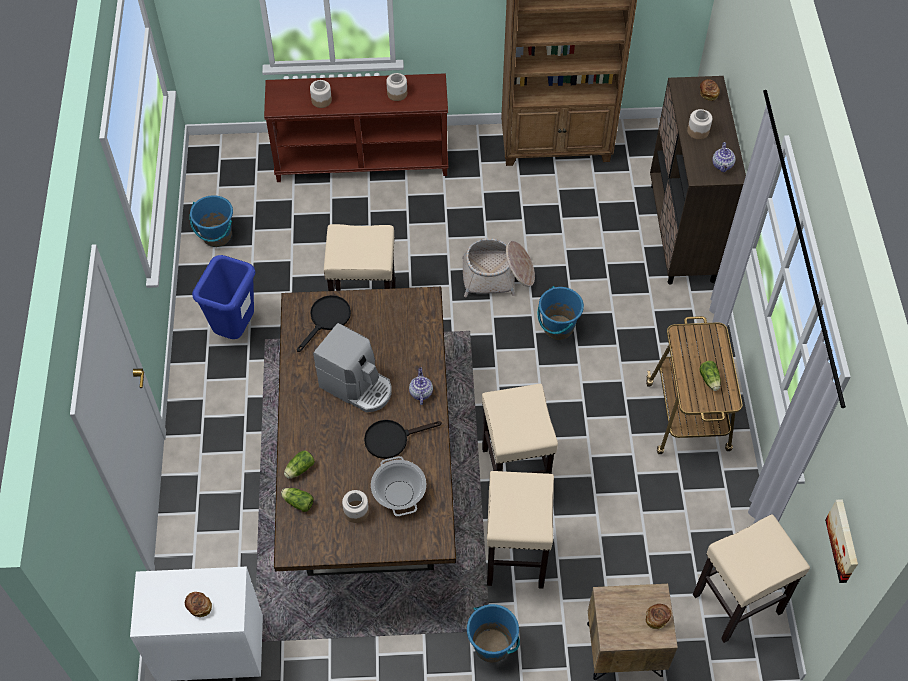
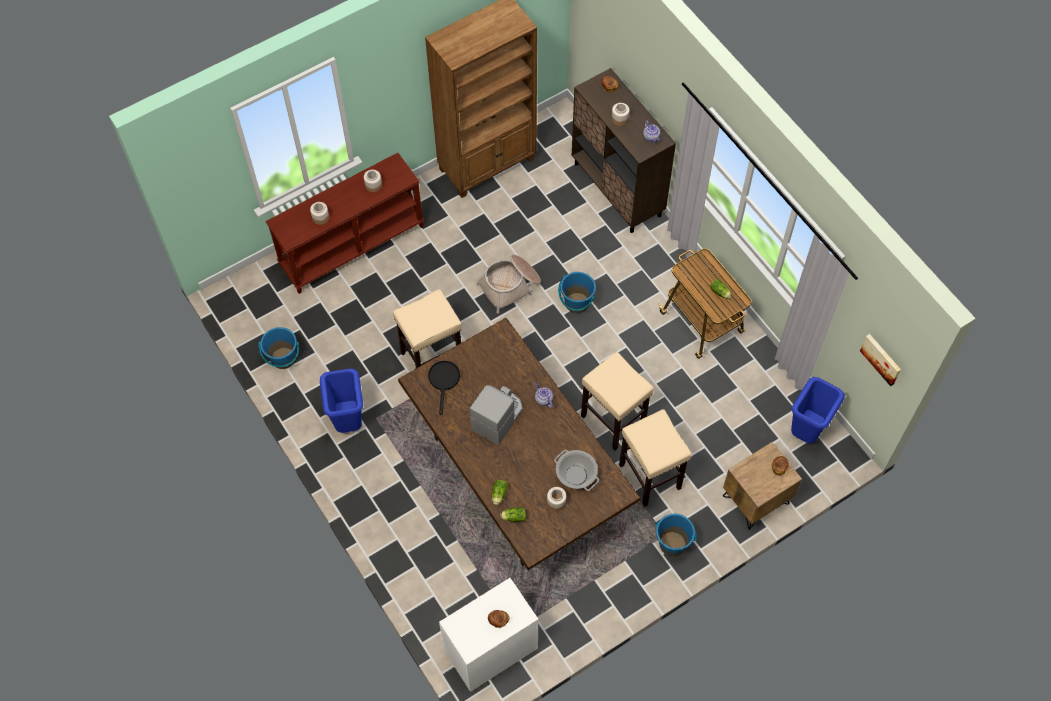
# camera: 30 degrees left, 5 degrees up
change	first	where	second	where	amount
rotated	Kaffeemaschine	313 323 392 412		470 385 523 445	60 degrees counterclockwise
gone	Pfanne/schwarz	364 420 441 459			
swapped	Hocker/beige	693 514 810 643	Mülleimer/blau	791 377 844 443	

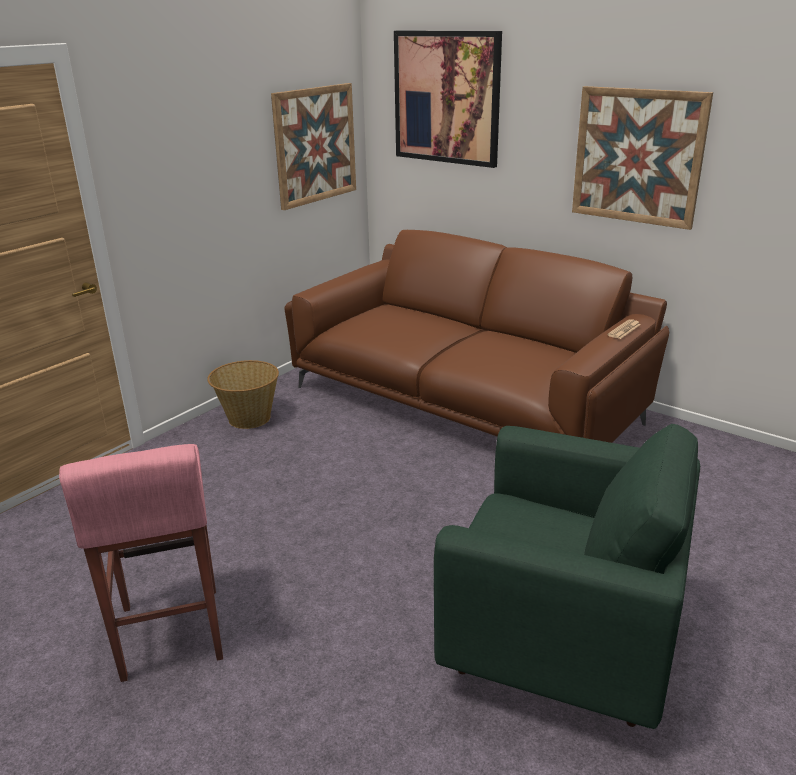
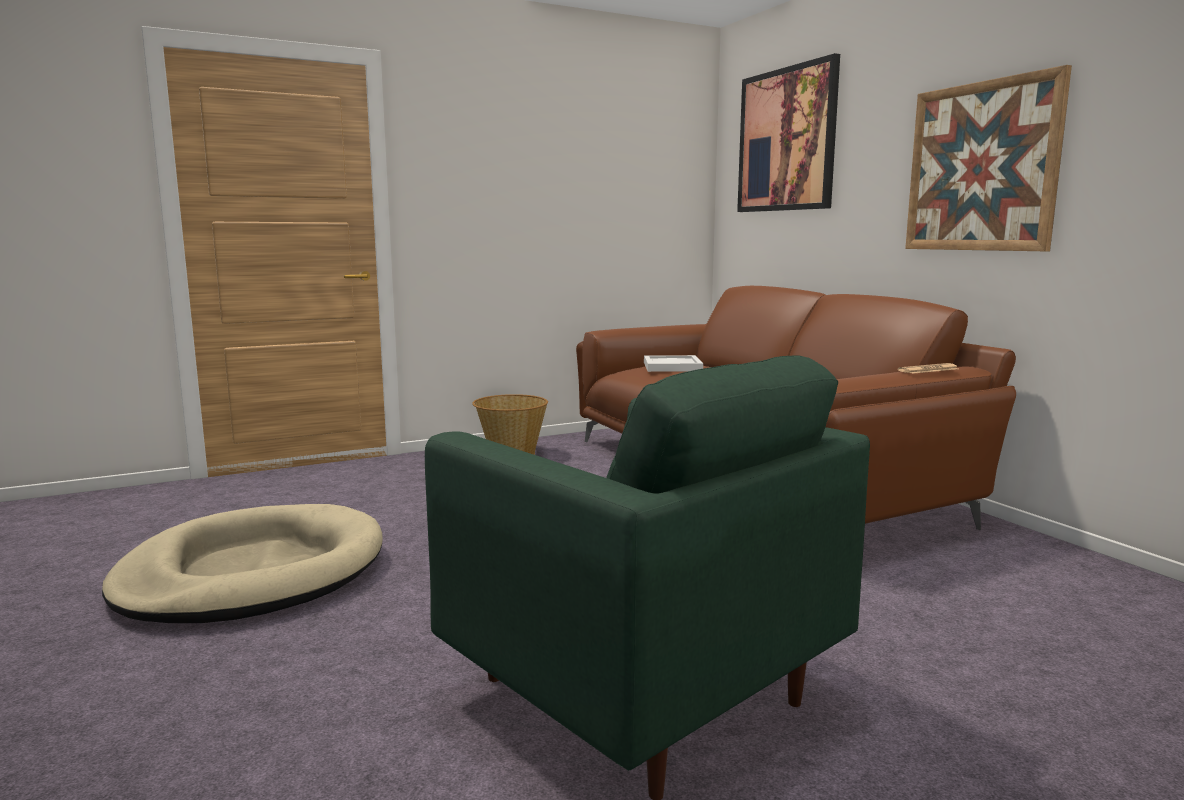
# camera: 25 degrees right, 15 degrees down
change	first	where	second	where	amount
swapped	Hocker/rosa	59 444 223 682	Hundebett/beige	102 504 383 623	
gone	Bild	271 83 356 210			
new			Tablett/weiß	644 355 703 372	

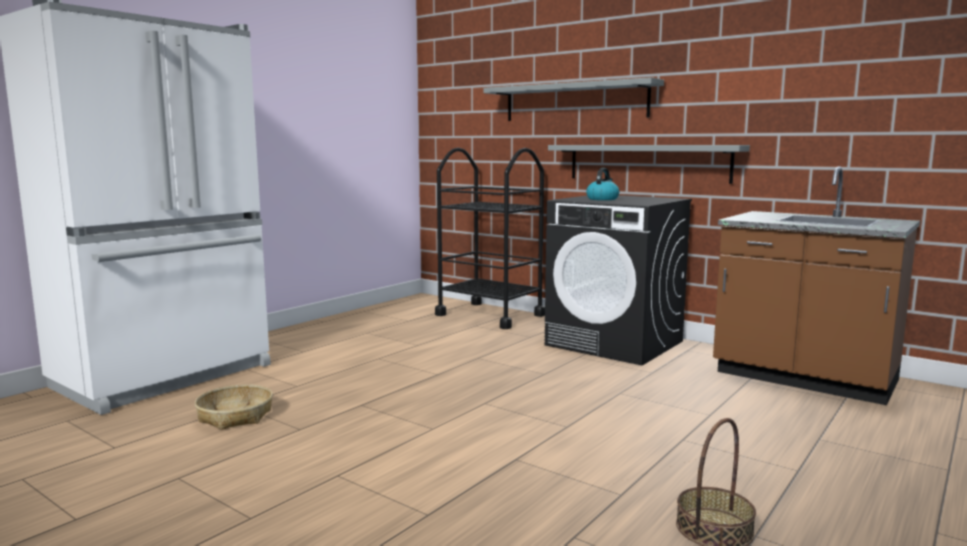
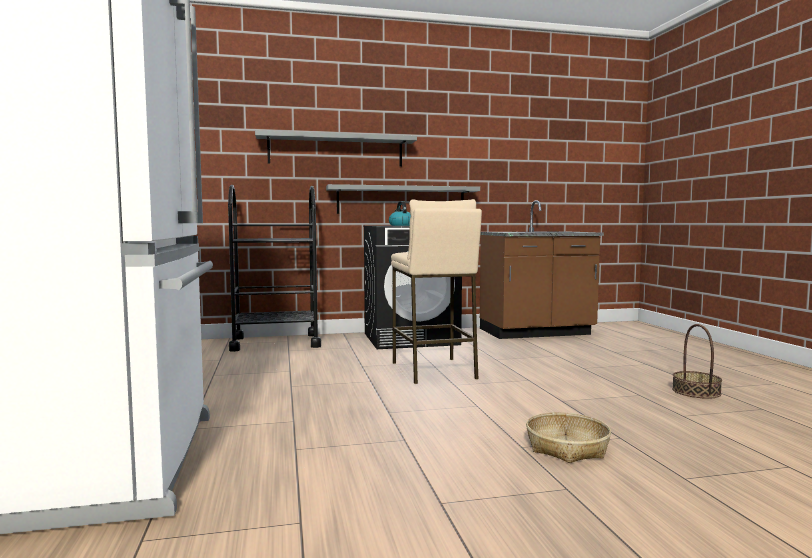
# camera: 50 degrees left, 5 degrees down
change	first	where	second	where	amount
shifted	Korb	195 384 273 430		526 412 611 463	
new			Hocker/beige	391 199 482 384	

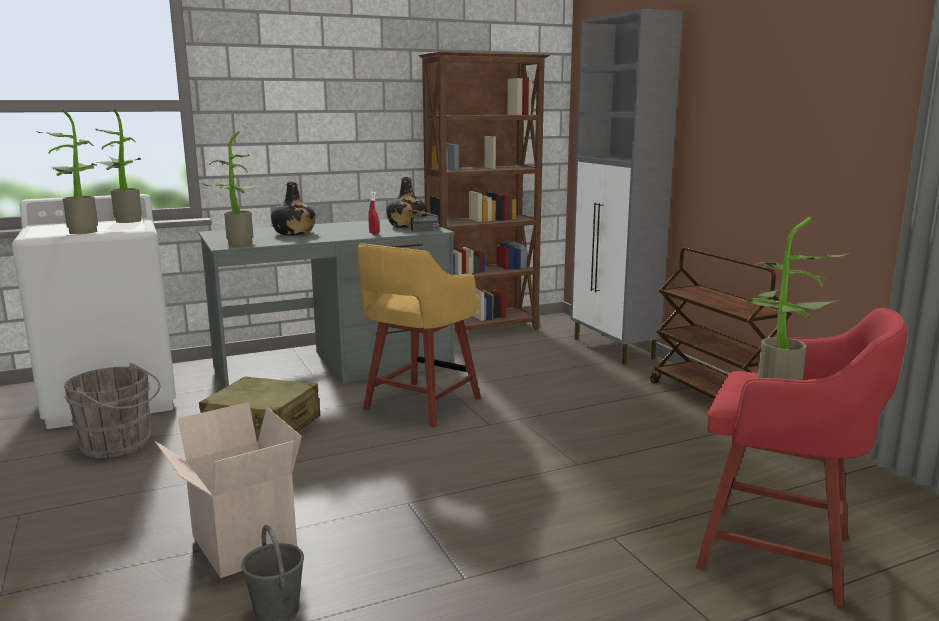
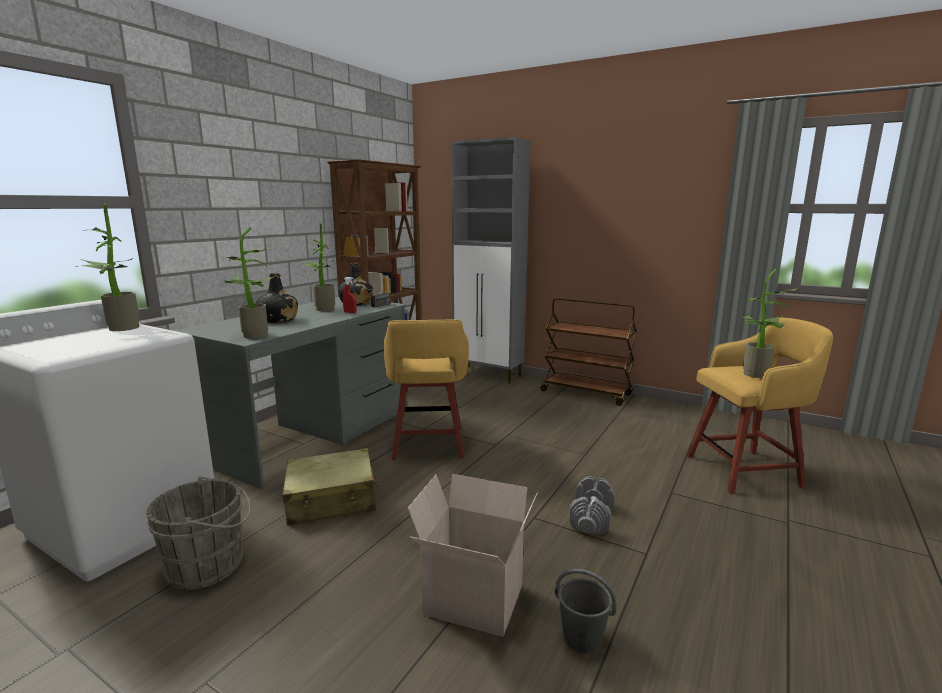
# camera: 35 degrees left, 0 degrees up
change	first	where	second	where	amount
shifted	Topfpflanze	37 108 98 234		303 223 335 311	
repainted	Hocker/rot	696 308 907 607	Hocker/gelb	687 318 833 494	
new			Hantel/grau	569 476 615 535	

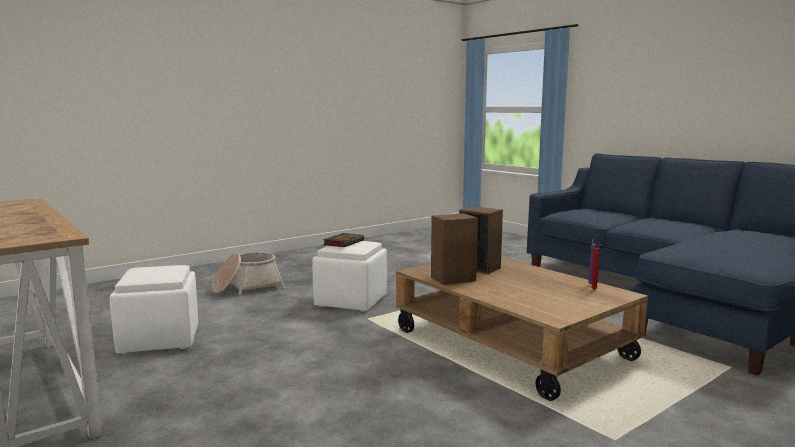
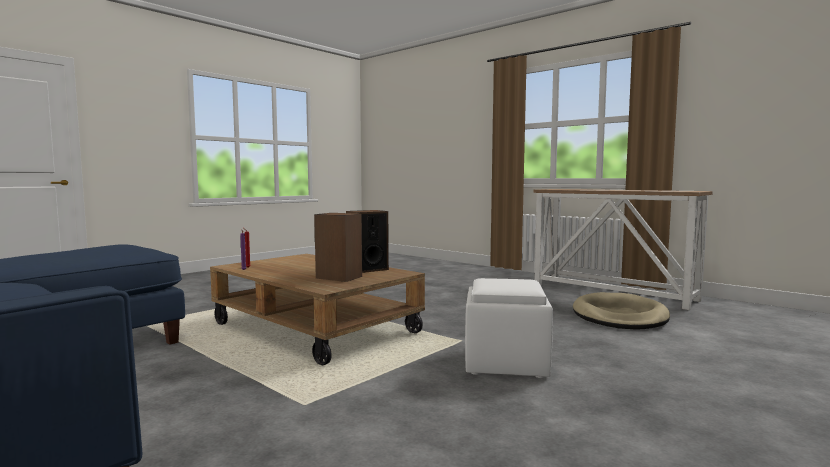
# camera: 170 degrees right, 5 degrees down
change	first	where	second	where	amount
swapped	Polsterhocker/weiß	110 265 198 354	Hundebett/beige	573 292 670 330	
gone	Korb	212 252 285 295			
gone	Buch	323 233 364 247			

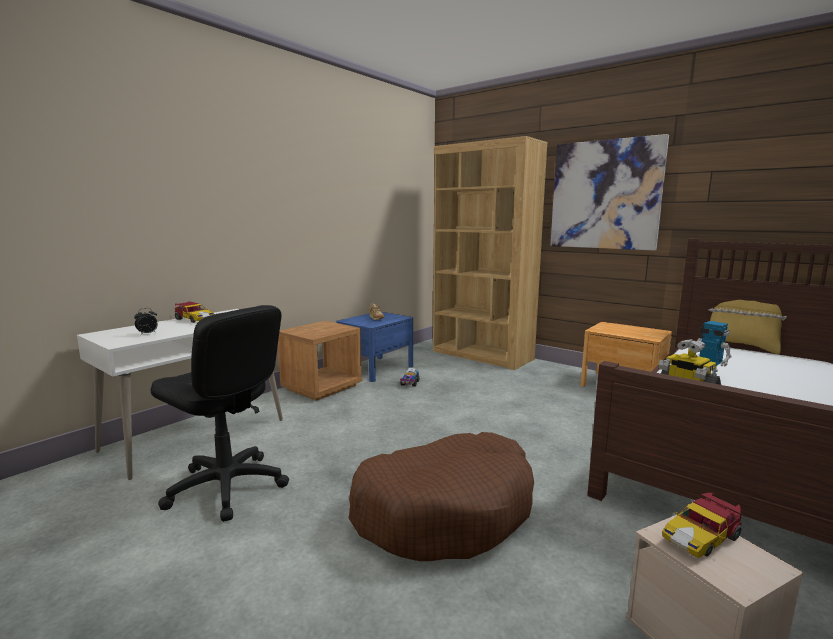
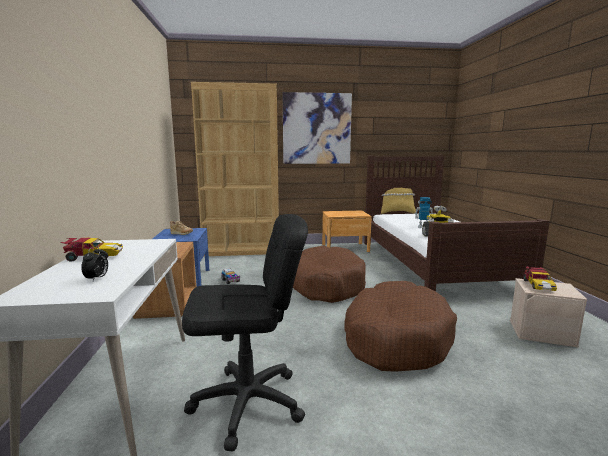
# camera: 45 degrees left, 0 degrees up
change	first	where	second	where	amount
new			Hundebett/braun	293 246 366 303	

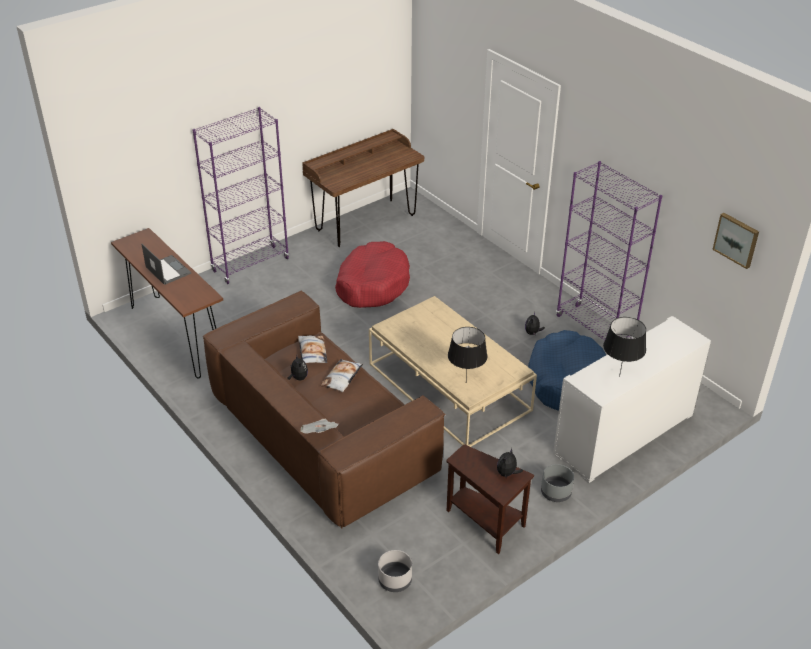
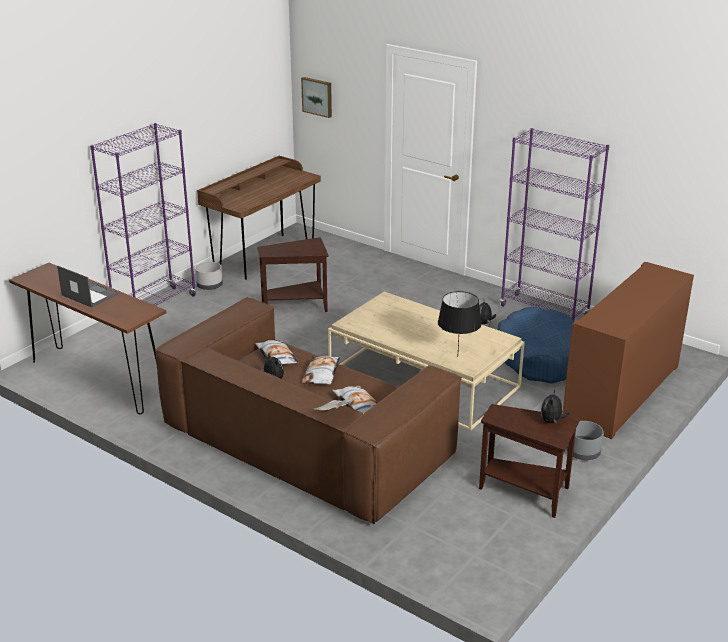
# camera: 15 degrees left, 10 degrees down
change	first	where	second	where	amount
swapped	Hundebett/rot	335 241 410 308	Beistelltisch/braun	257 237 329 312	
shifted	Pflanzkübel/grau	378 550 412 592		195 262 223 290	
repainted	Schrank/weiß	553 316 711 483	Schrank/braun	562 262 694 439	
gone	Tischlampe/schwarz	603 317 646 377			
shifted	Bild	712 213 759 269		301 77 332 118	
new			Kissen	333 386 378 413	

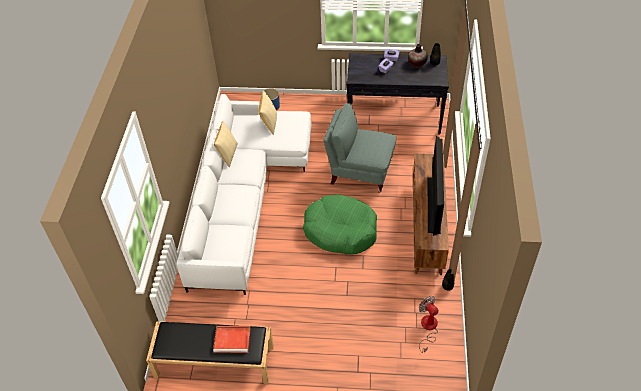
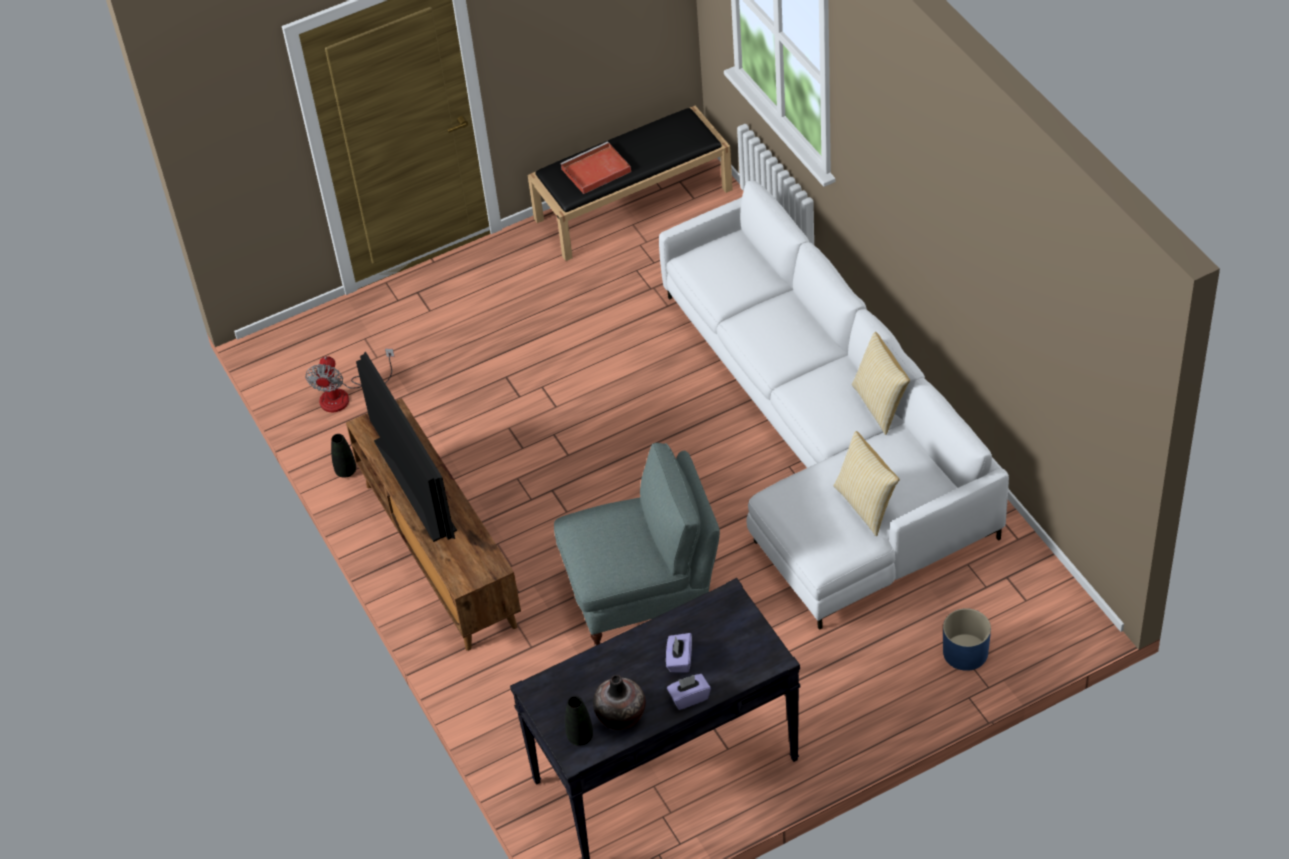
# camera: 150 degrees right, 0 degrees up
change	first	where	second	where	amount
gone	Hundebett/grün	303 194 377 254			
rotated	Ventilator	419 296 439 353		305 349 395 412	75 degrees clockwise

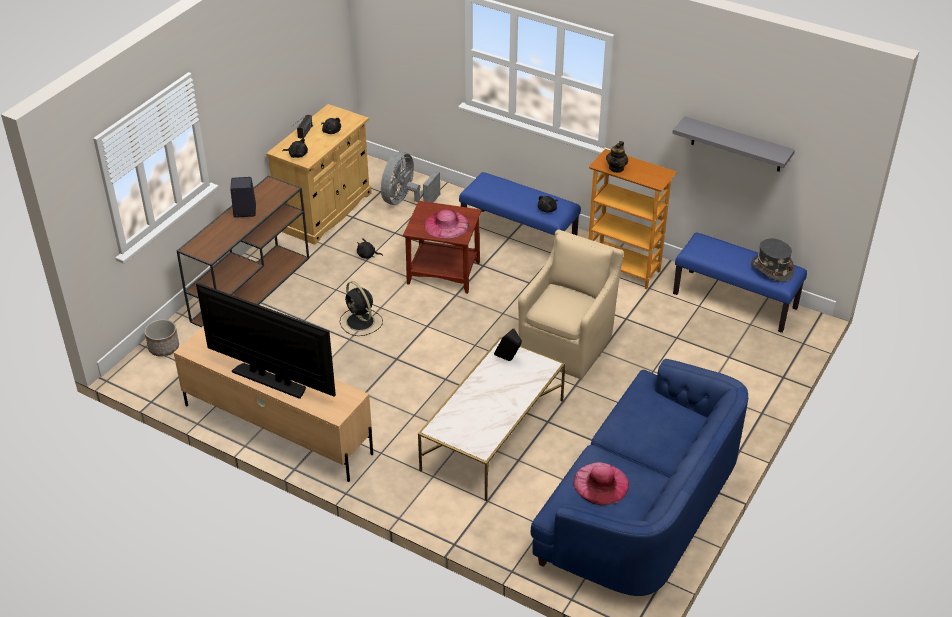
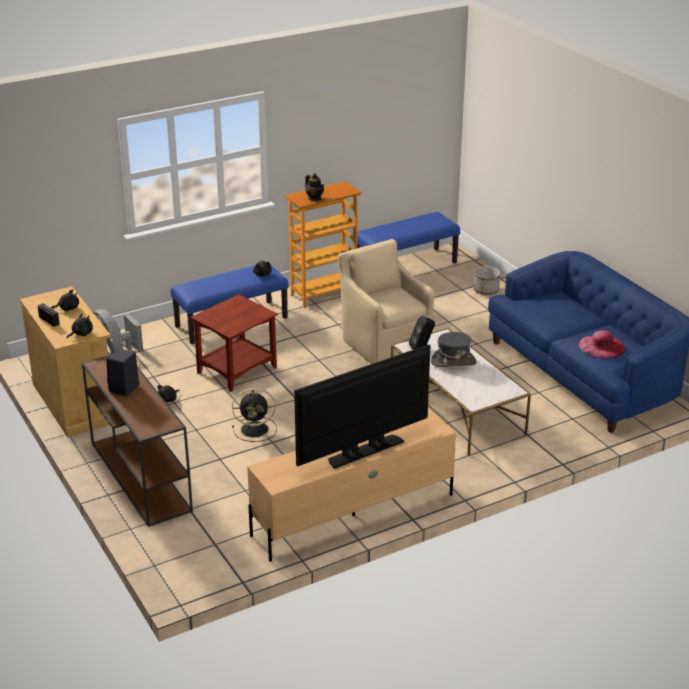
# camera: 60 degrees left, 10 degrees down
change	first	where	second	where	amount
shifted	Pflanzkübel	145 319 179 357		474 266 500 295	
gone	Hut/rosa	424 209 469 239			
gone	Wandregal/grau	672 116 795 171			
shifted	Hut/grau	751 238 794 282		431 332 477 367	

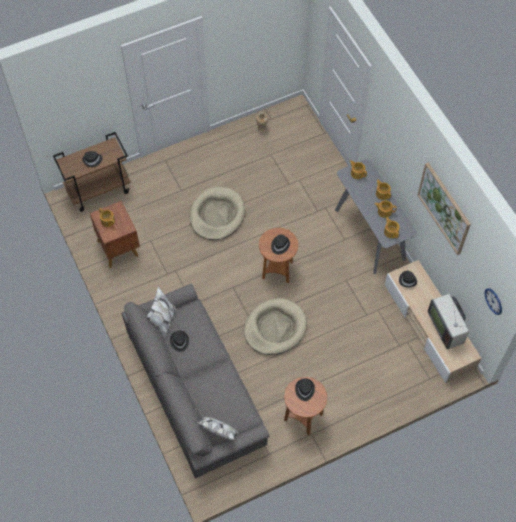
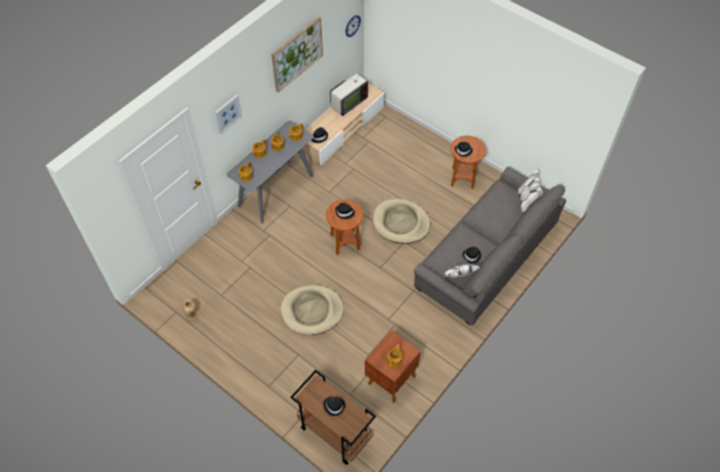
# camera: 115 degrees left, 5 degrees down
change	first	where	second	where	amount
new			Bild	215 95 242 134	

